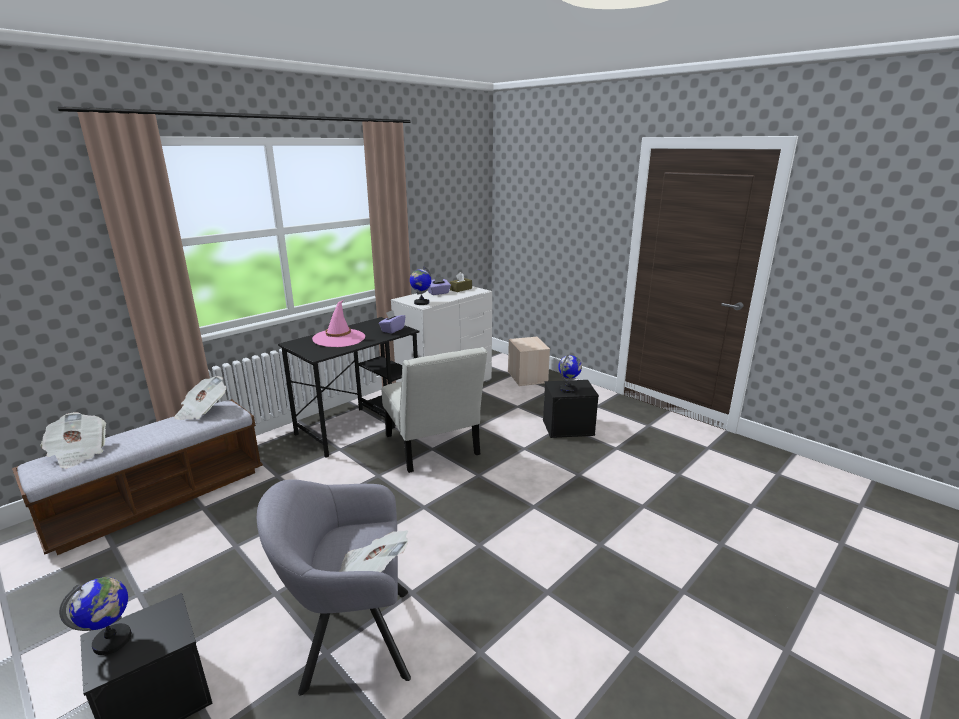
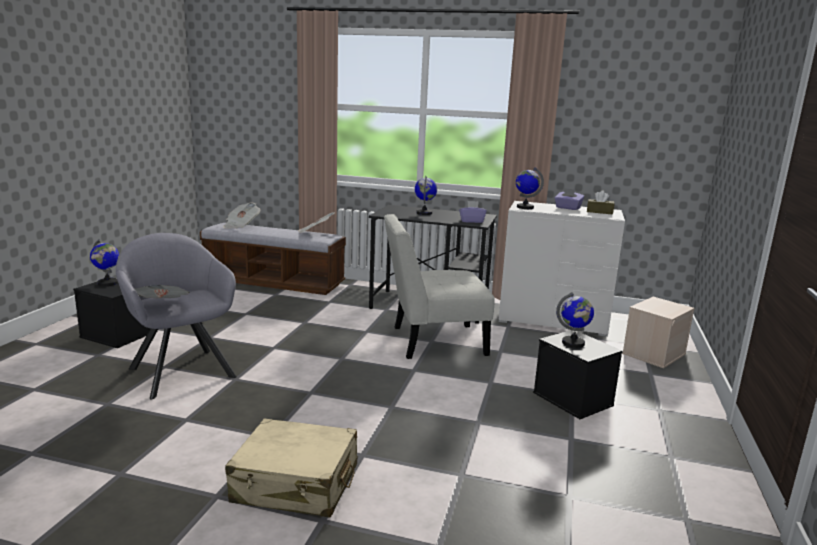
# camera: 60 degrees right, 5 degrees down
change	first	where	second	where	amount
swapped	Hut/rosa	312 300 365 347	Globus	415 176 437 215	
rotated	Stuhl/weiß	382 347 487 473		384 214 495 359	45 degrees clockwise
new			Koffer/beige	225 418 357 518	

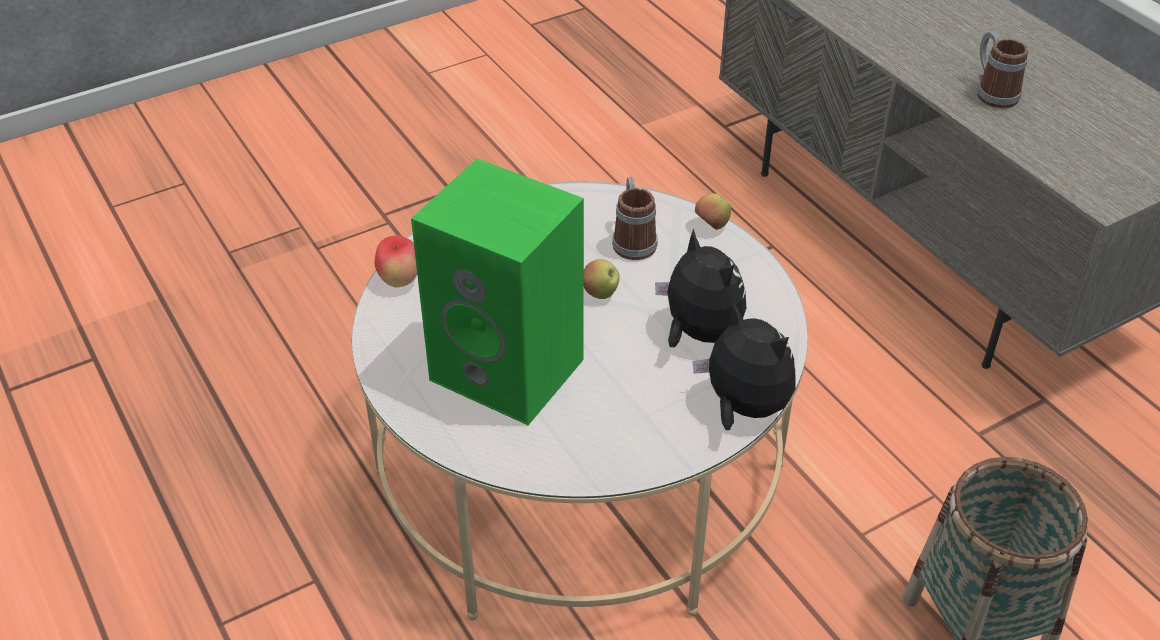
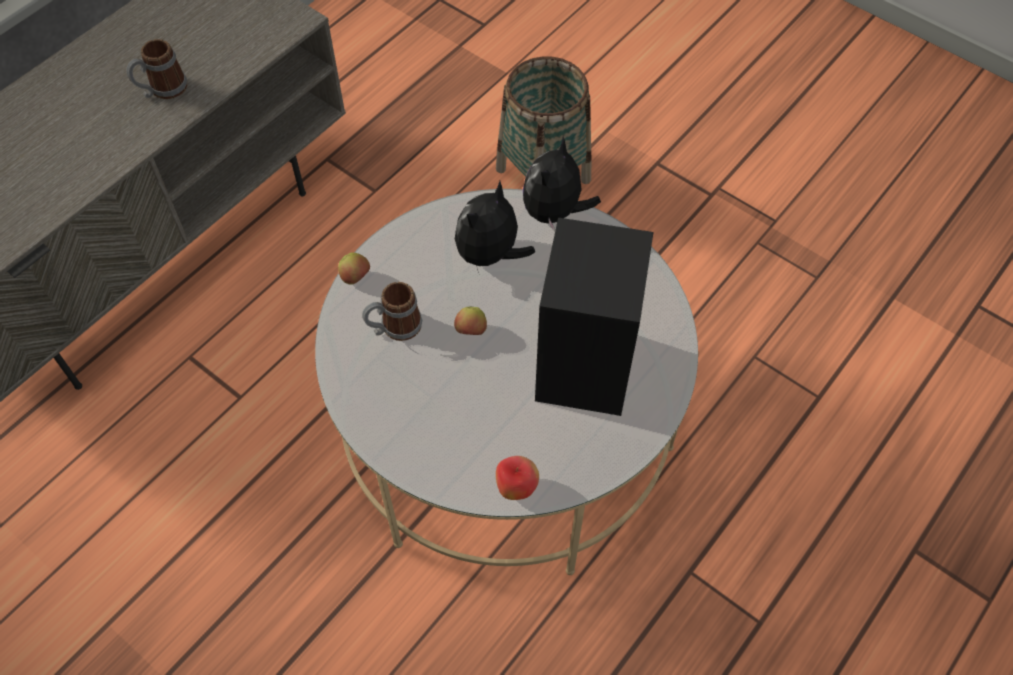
# camera: 110 degrees left, 15 degrees up
change	first	where	second	where	amount
repainted	Lautsprecher/grün	411 159 584 425	Lautsprecher/schwarz	535 218 654 416	

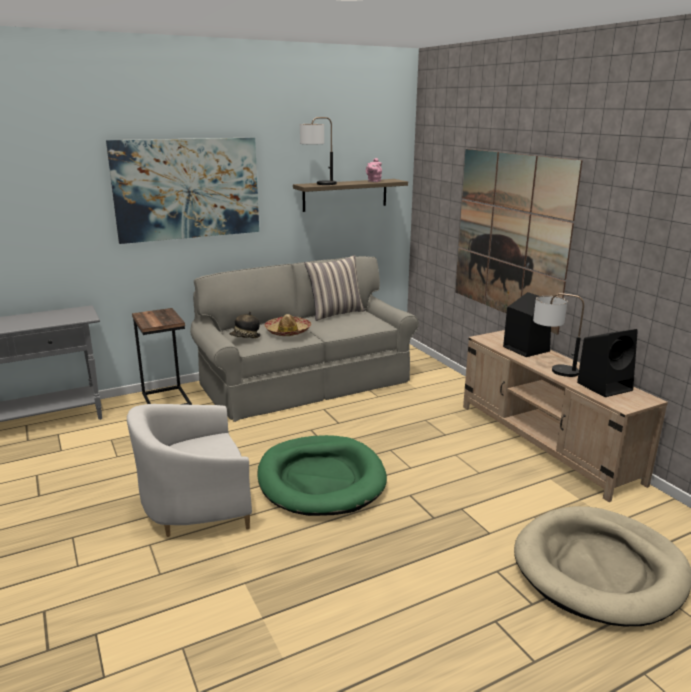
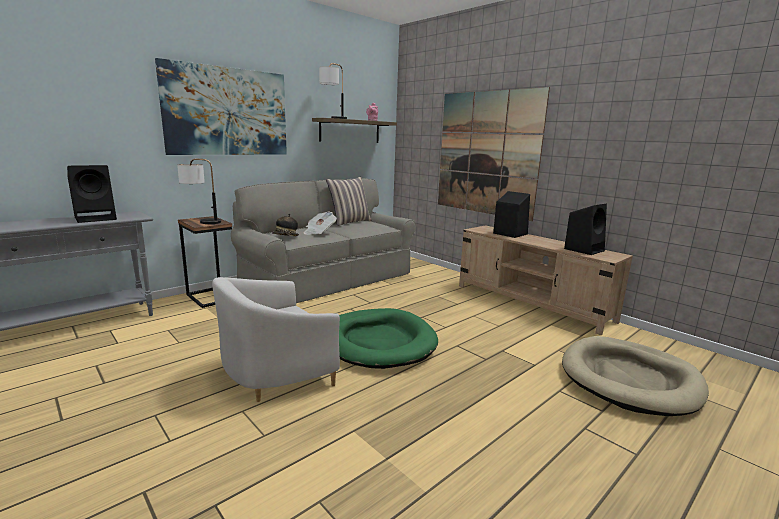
# camera: 15 degrees left, 5 degrees down
change	first	where	second	where	amount
swapped	Hut	265 314 311 336	Zeitung	304 212 337 235	
shifted	Tischlampe	533 293 584 377		177 159 221 224	
new			Lautsprecher/schwarz	67 165 117 223	

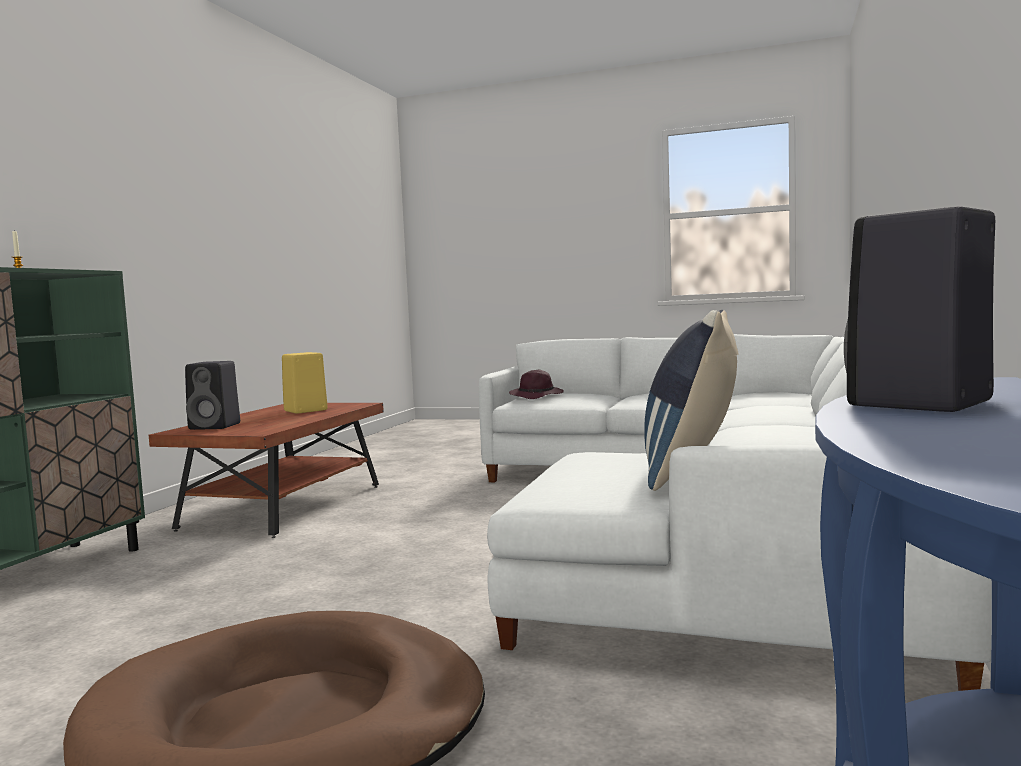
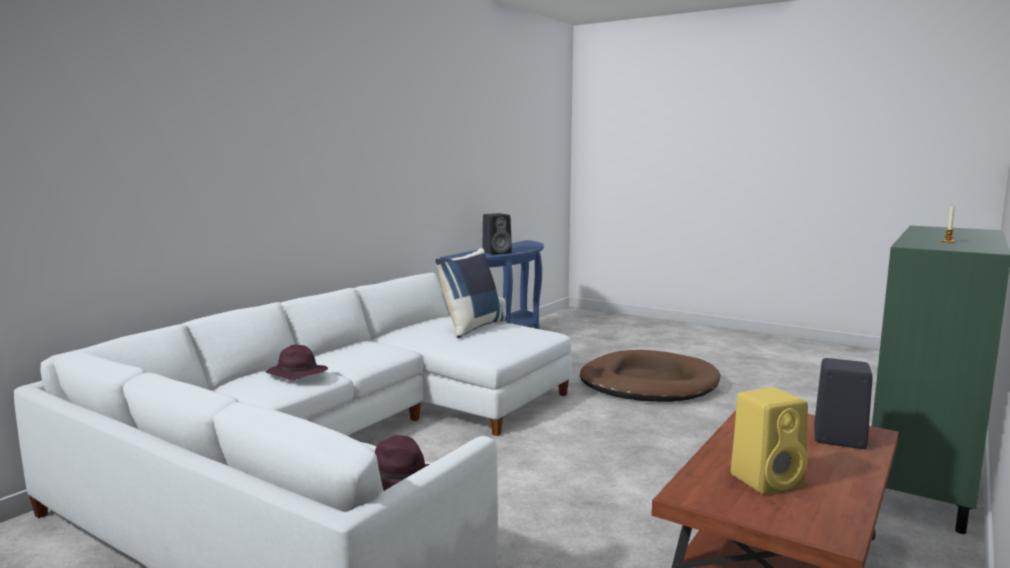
# camera: 165 degrees left, 5 degrees up
change	first	where	second	where	amount
new			Hut/lila	266 344 328 381	

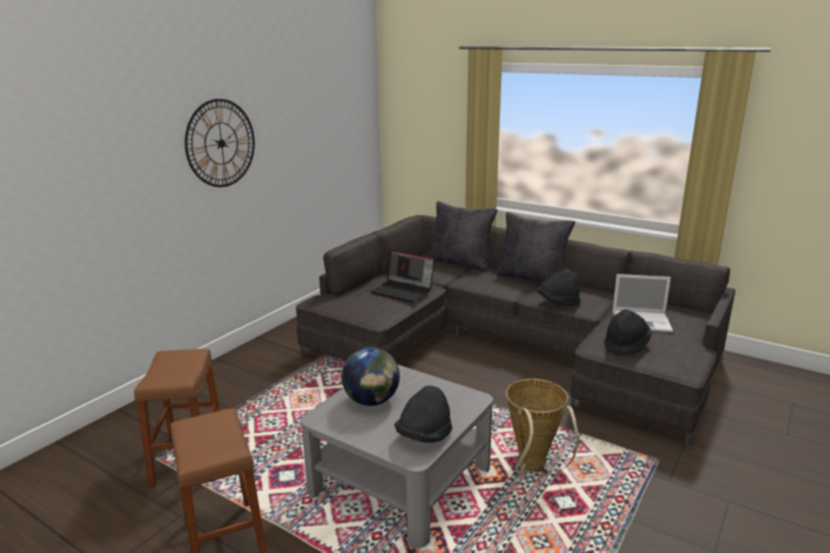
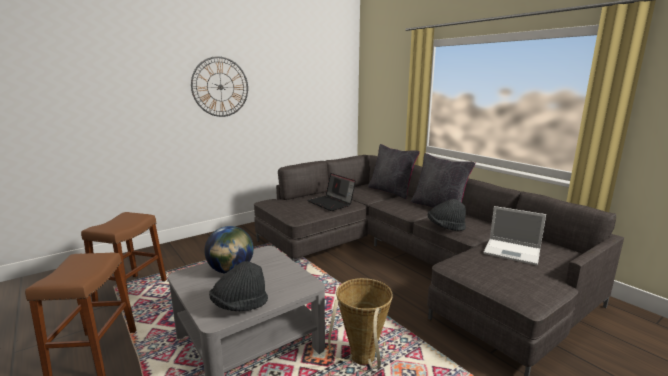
# camera: 20 degrees right, 5 degrees down
change	first	where	second	where	amount
gone	Hut/schwarz	604 309 652 355			

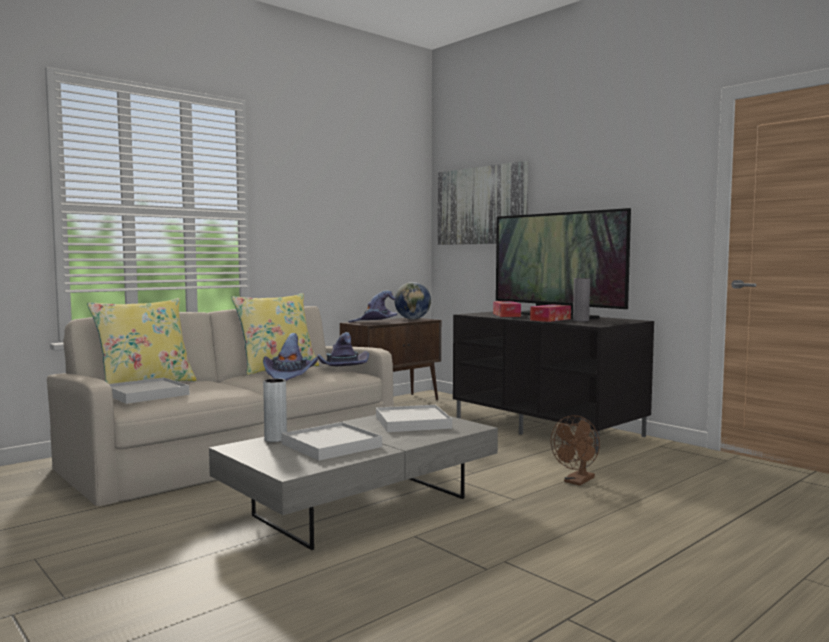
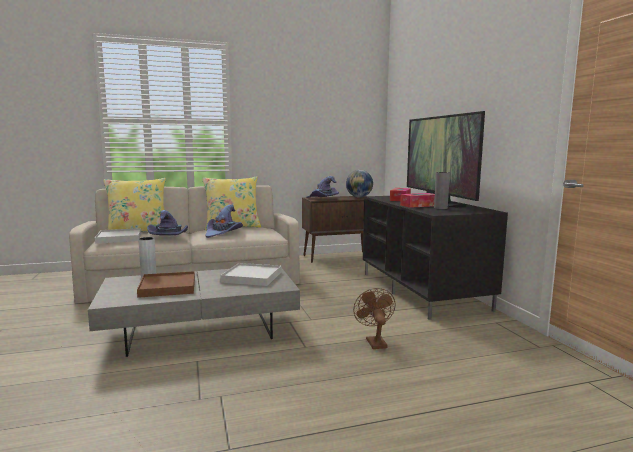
# camera: 25 degrees right, 5 degrees up
change	first	where	second	where	amount
repainted	Tablett/weiß	281 422 382 461	Tablett/braun	137 271 195 298	
shifted	Hut/lila	318 332 369 367		147 210 188 235	
gone	Bild	438 161 528 245			
rotated	Ventilator/braun	551 415 600 486		353 288 396 349	105 degrees clockwise

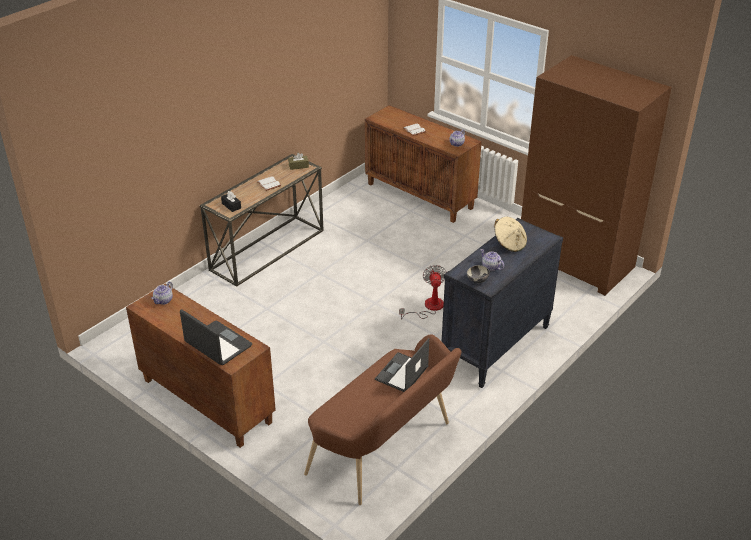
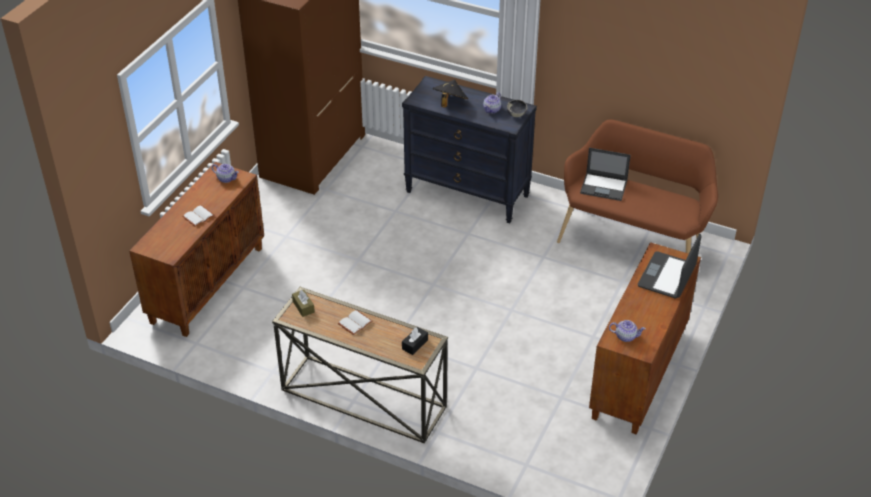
# camera: 105 degrees left, 5 degrees up
change	first	where	second	where	amount
gone	Ventilator	399 265 447 319			
repainted	Hut/beige	494 217 527 252	Hut/schwarz	433 80 468 108	

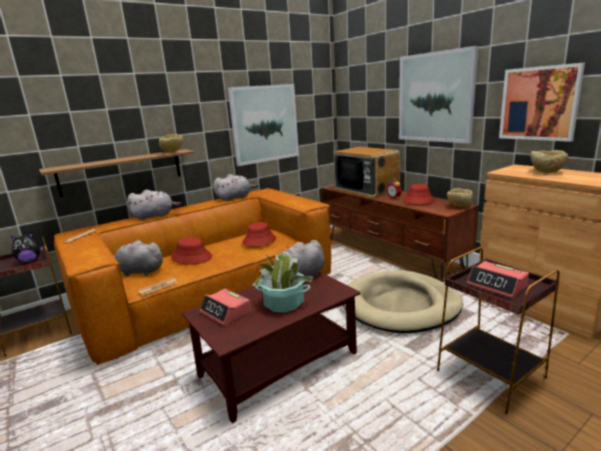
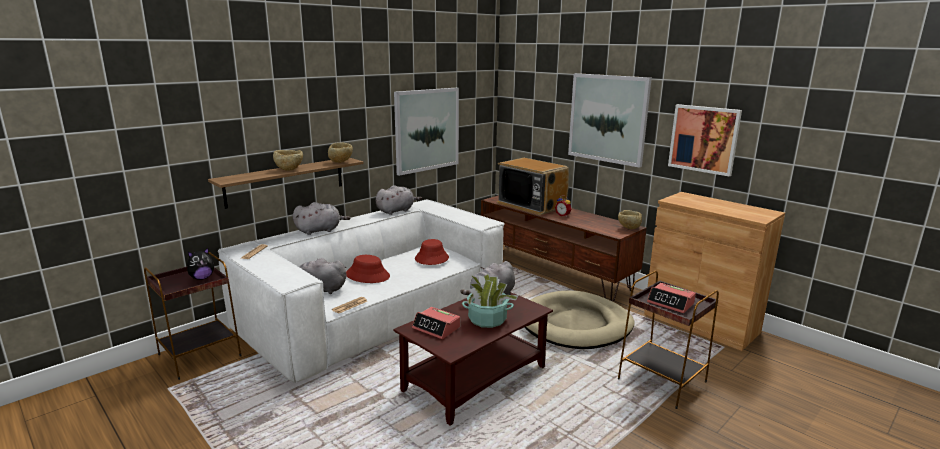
# camera: 10 degrees left, 0 degrees up
change	first	where	second	where	amount
repainted	Sofa/braun	54 188 331 365	Sofa/weiß	218 199 505 384	
gone	Hut/rot	403 184 435 204			
shifted	Schüssel/beige	530 150 568 173		273 150 303 171	

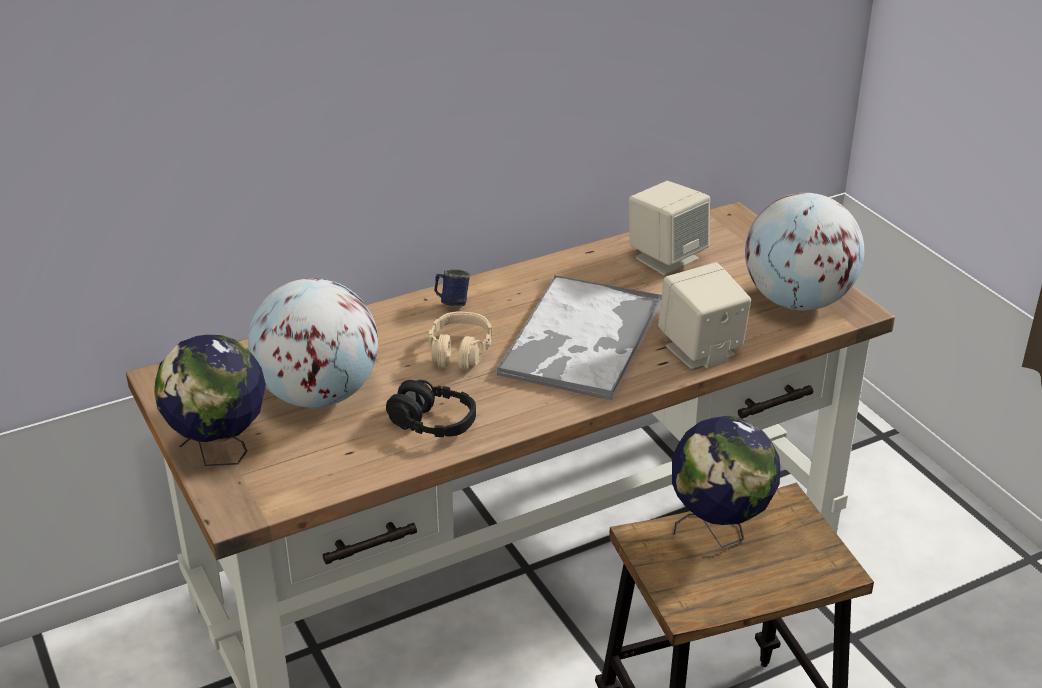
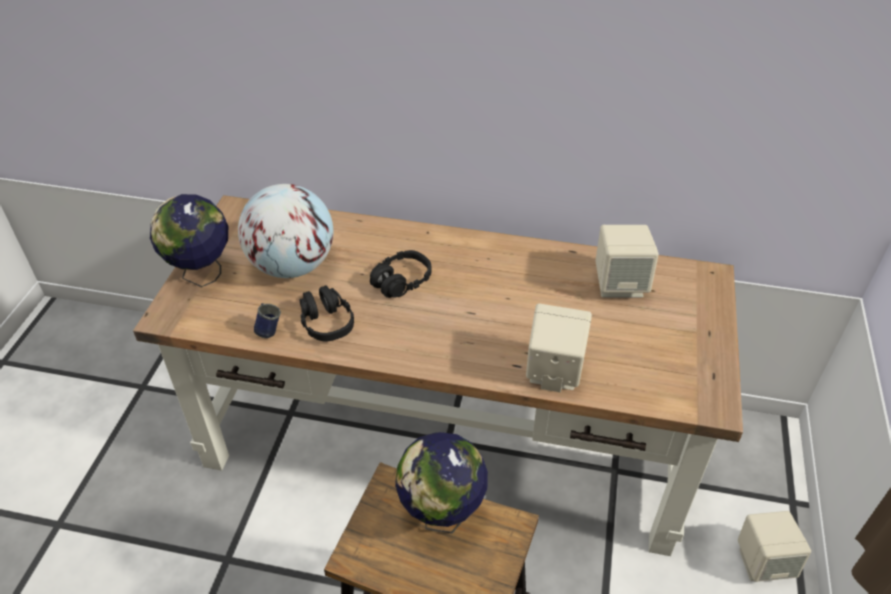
# camera: 40 degrees right, 10 degrees up
change	first	where	second	where	amount
repainted	Kopfhörer/beige	428 312 492 370	Kopfhörer/schwarz	370 250 432 298	
shifted	Henkelbecher/blau	434 269 470 306		254 303 281 338	
gone	Tablett	495 275 662 400			
gone	Globus	745 193 864 311			
new			Lautsprecher/beige	738 511 811 582	

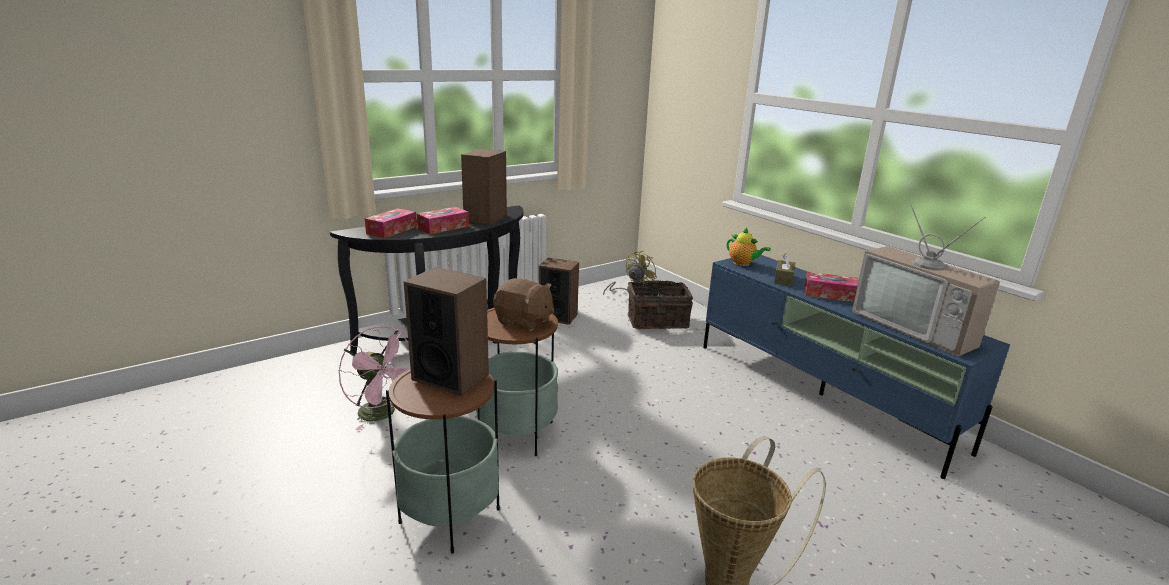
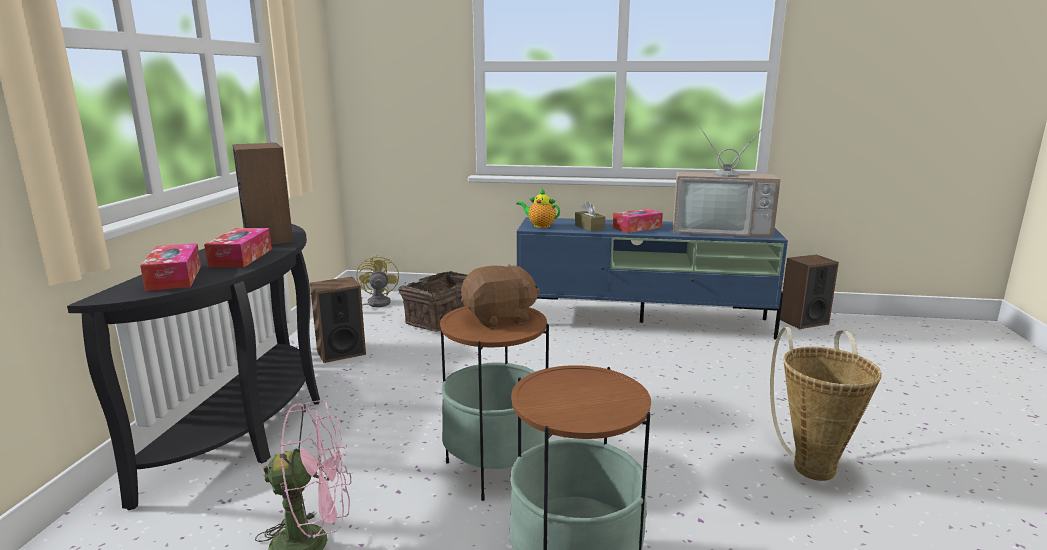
# camera: 45 degrees left, 5 degrees down
change	first	where	second	where	amount
shifted	Lautsprecher	404 267 489 396		780 255 839 329	
rotated	Teekanne	726 228 771 266		516 189 560 228	150 degrees counterclockwise

